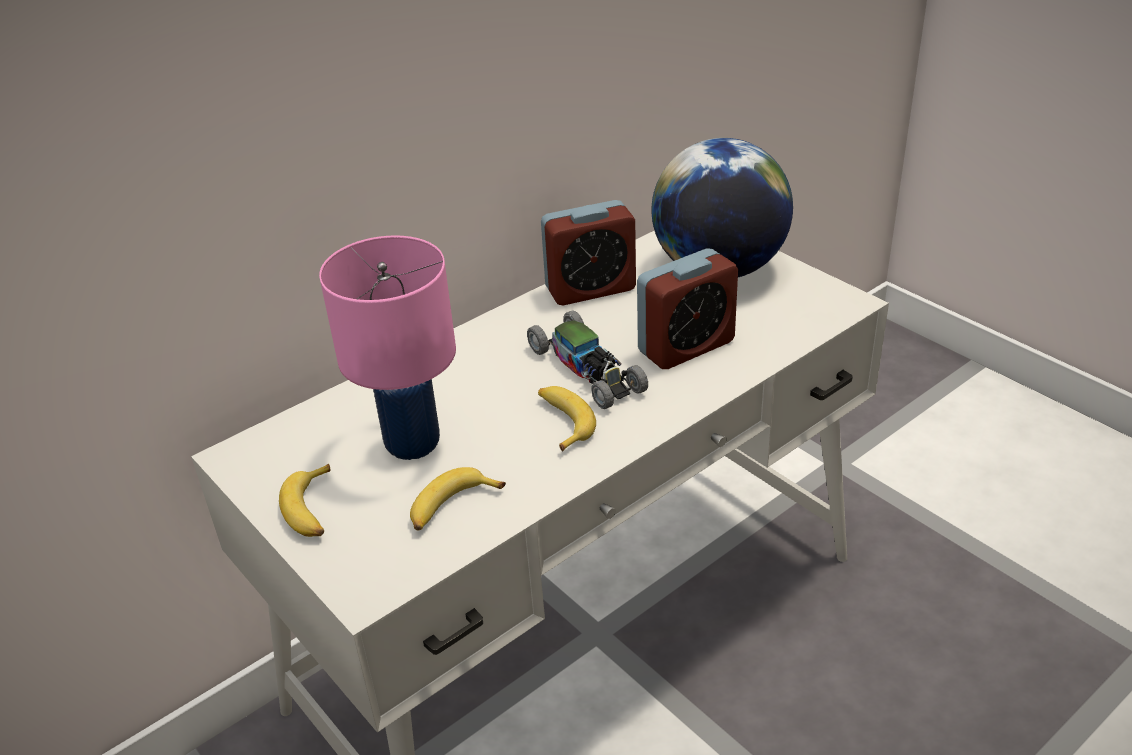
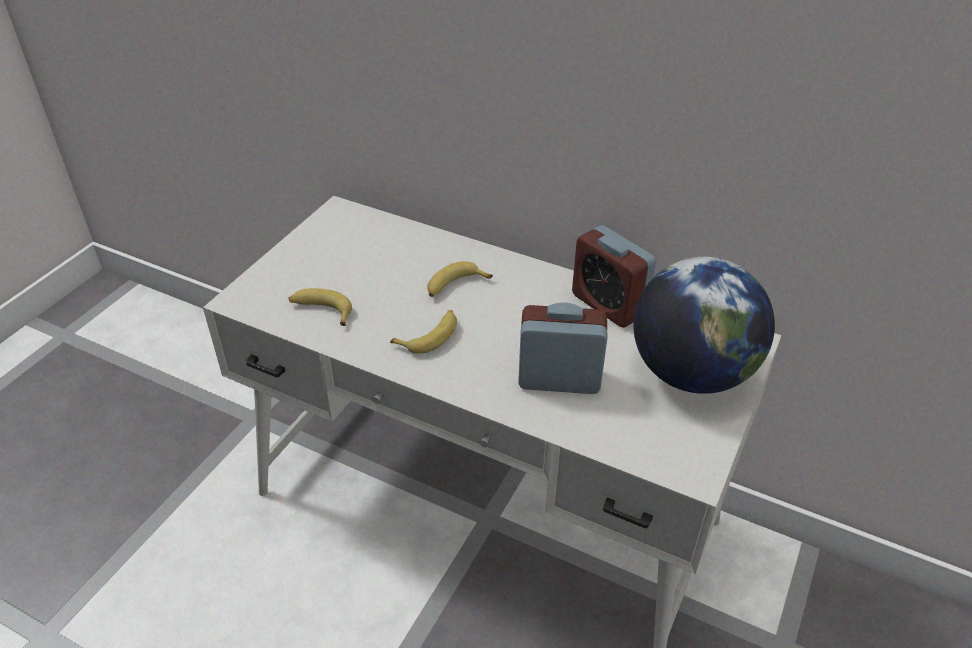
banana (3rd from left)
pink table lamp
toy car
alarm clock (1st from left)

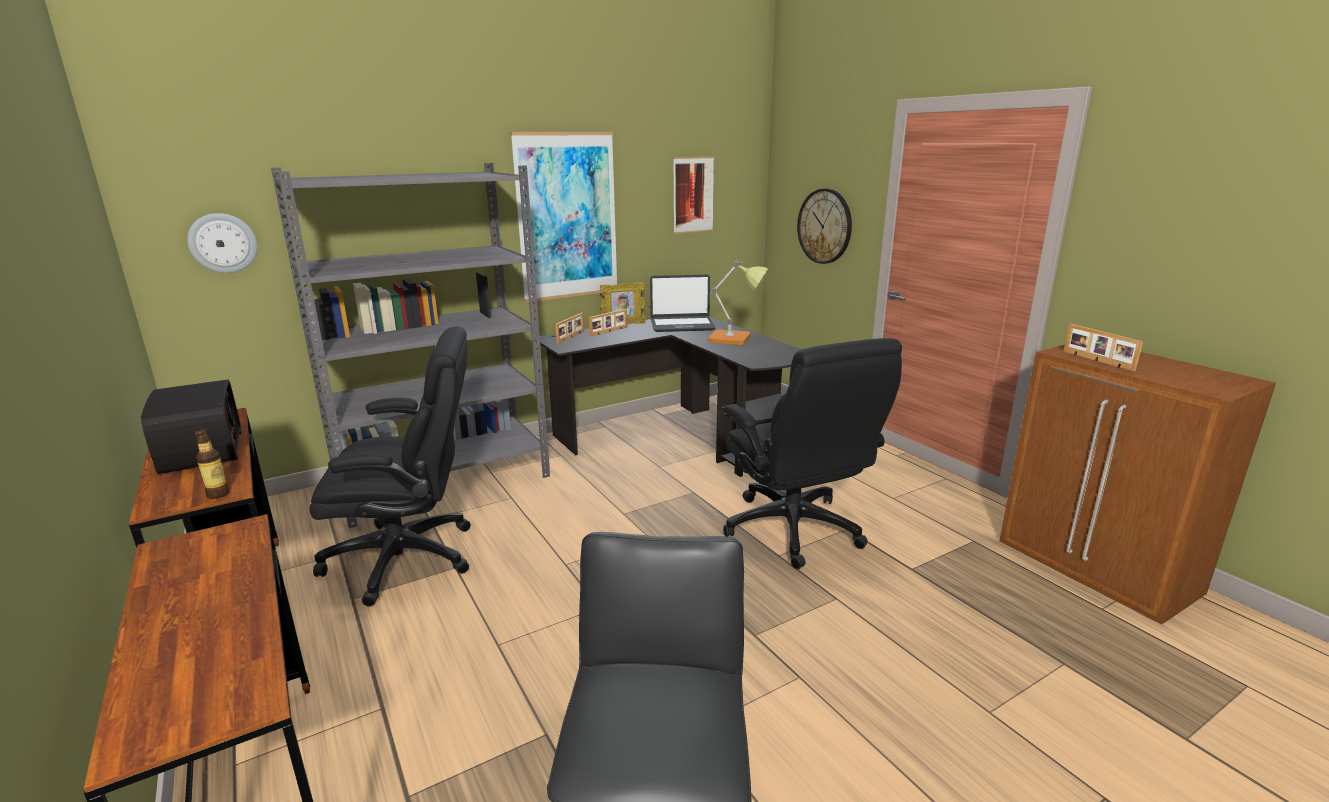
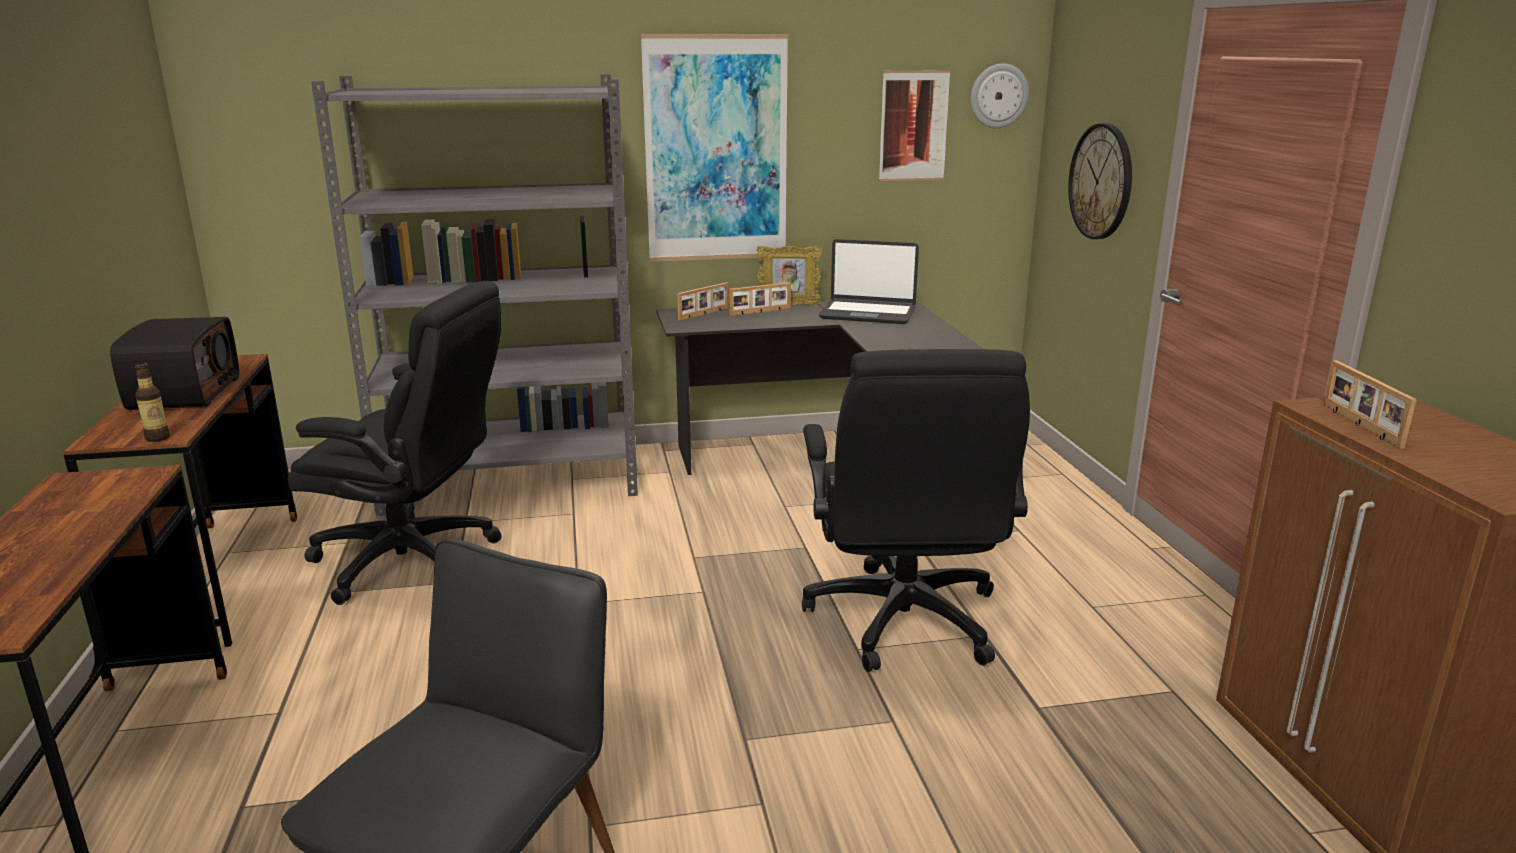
wall clock (1st from left)
table lamp

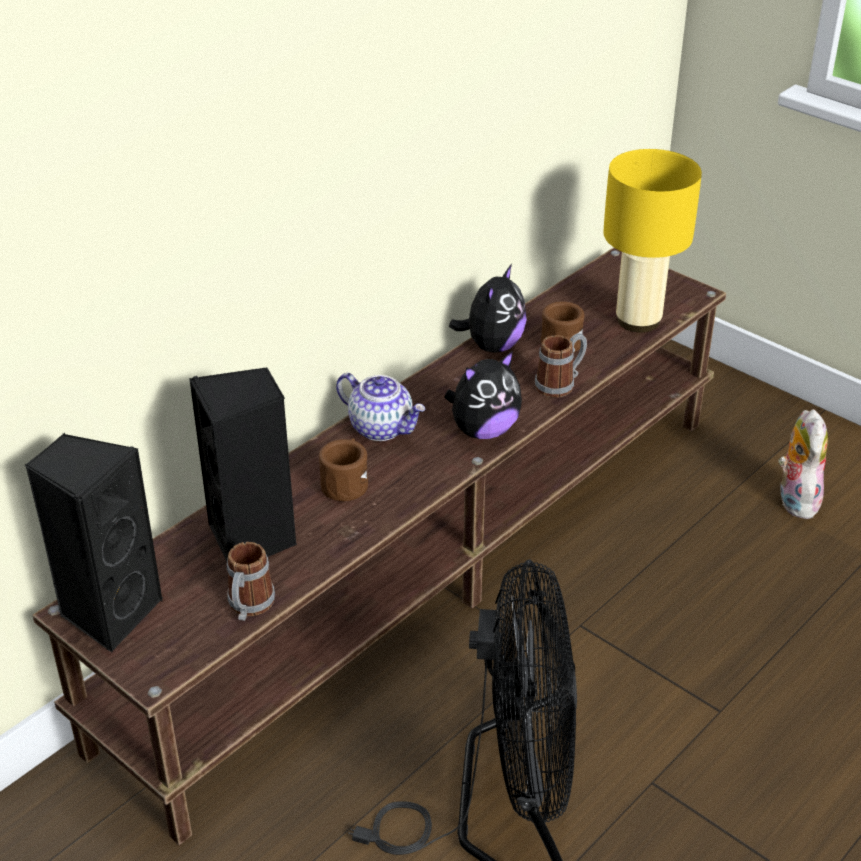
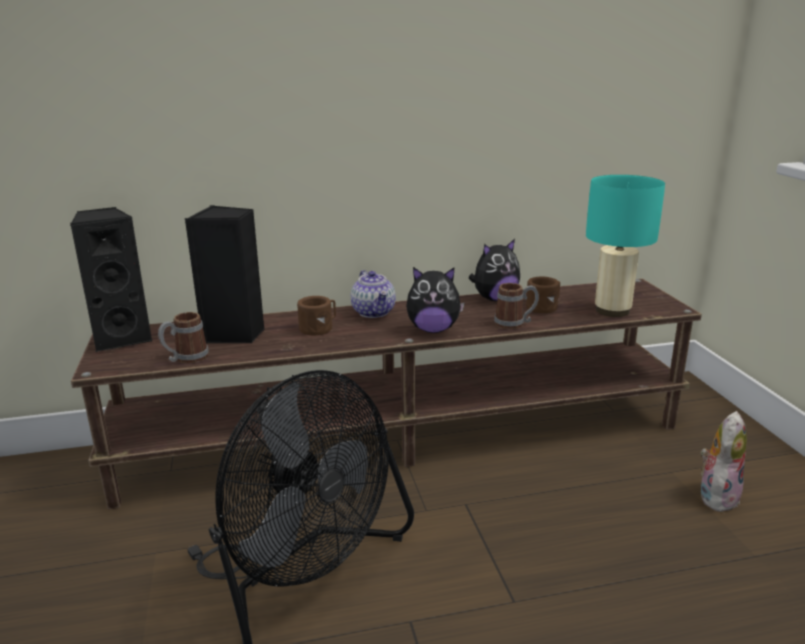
turquoise table lamp

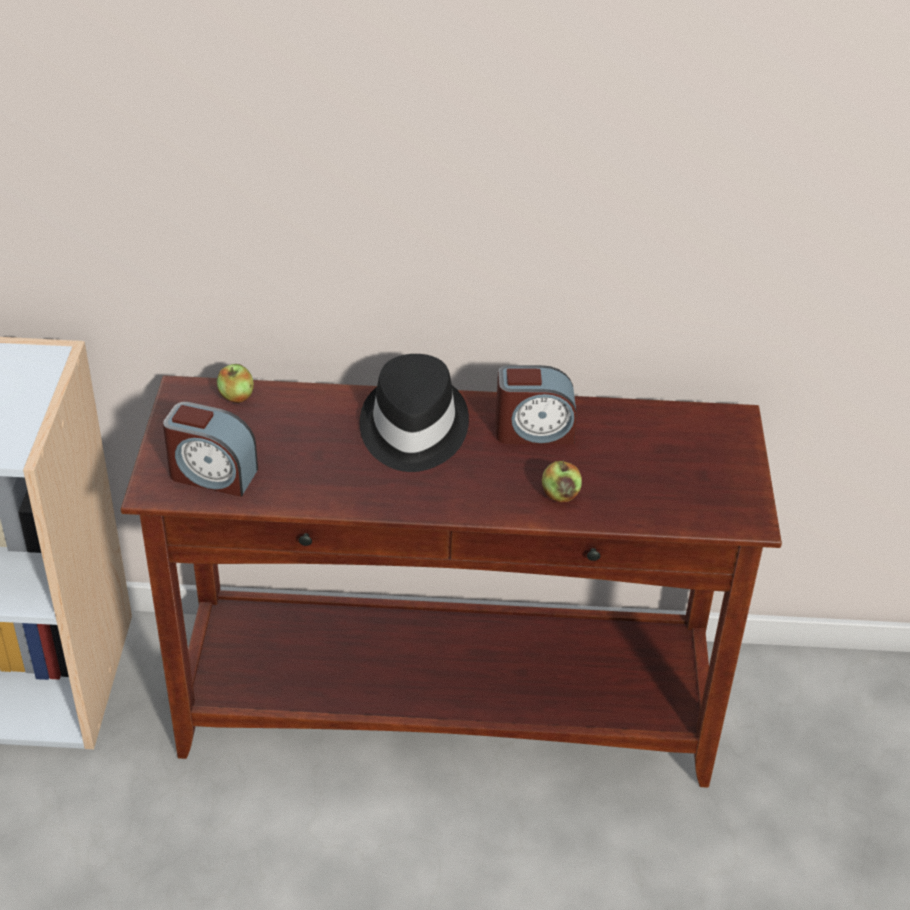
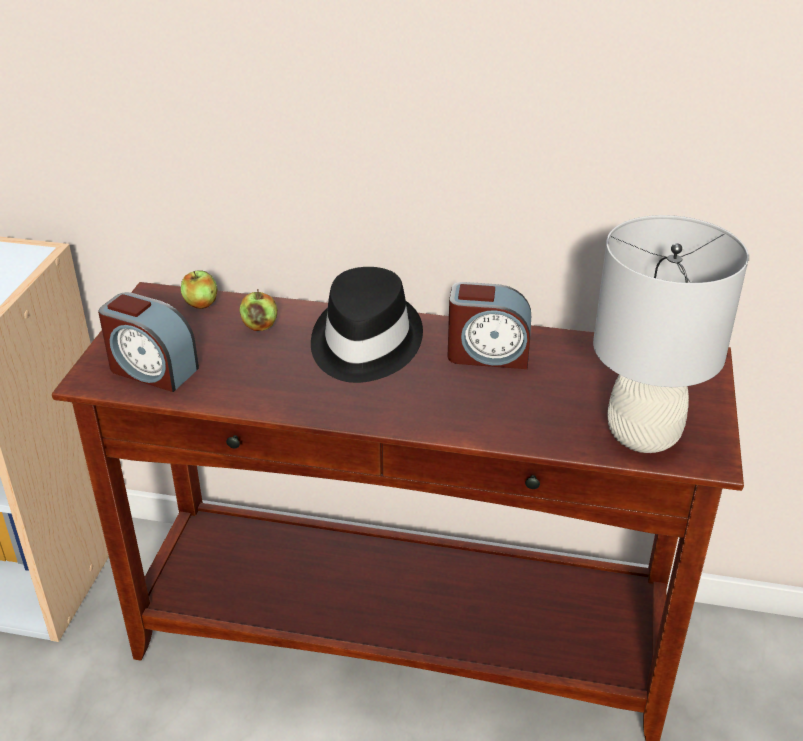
apple (2nd from left)
grey table lamp

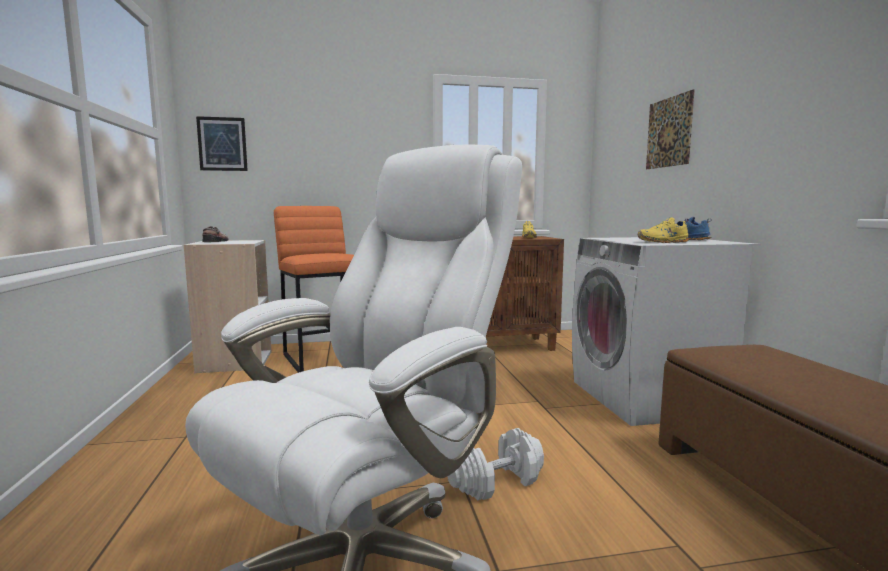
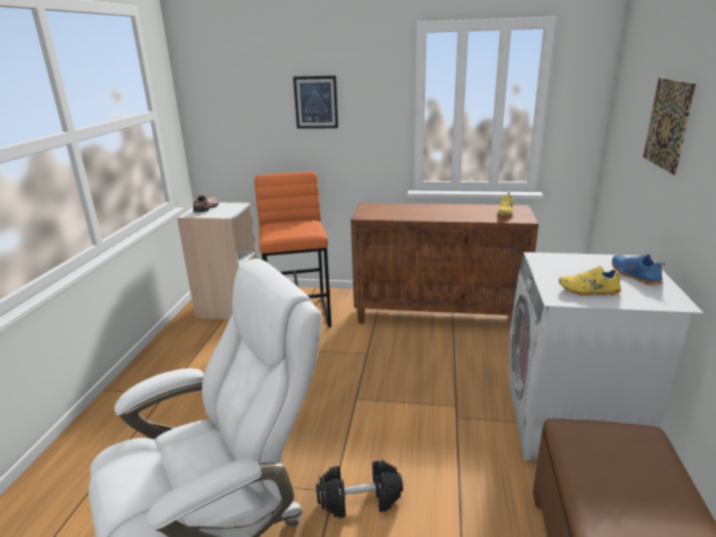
picture (1st from left)
black dumbbell

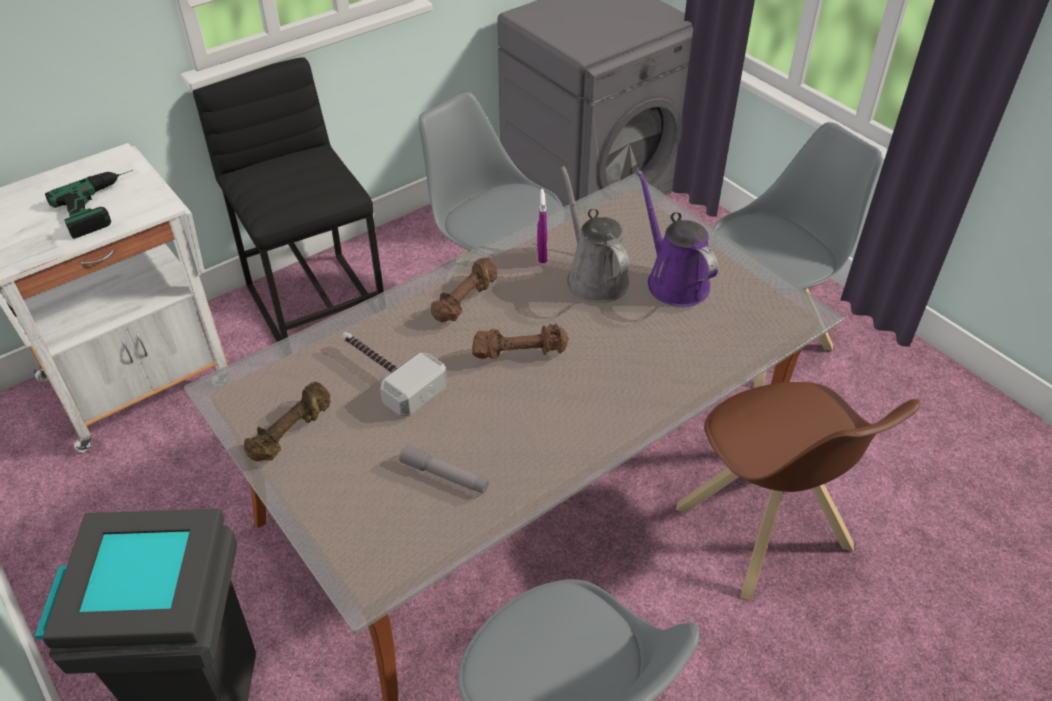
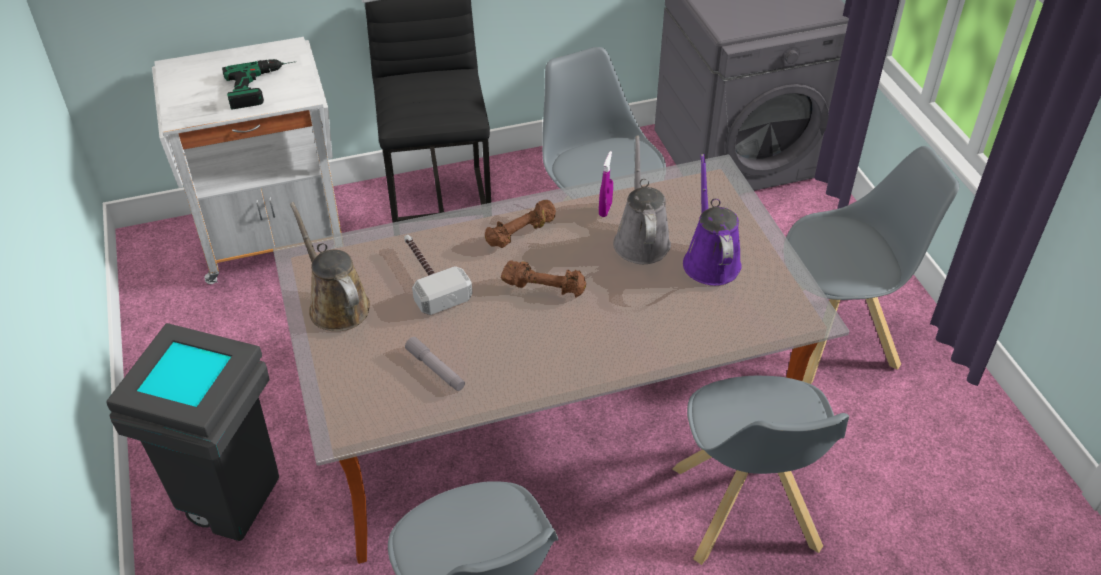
brown watering can
grey chair (3rd from left)

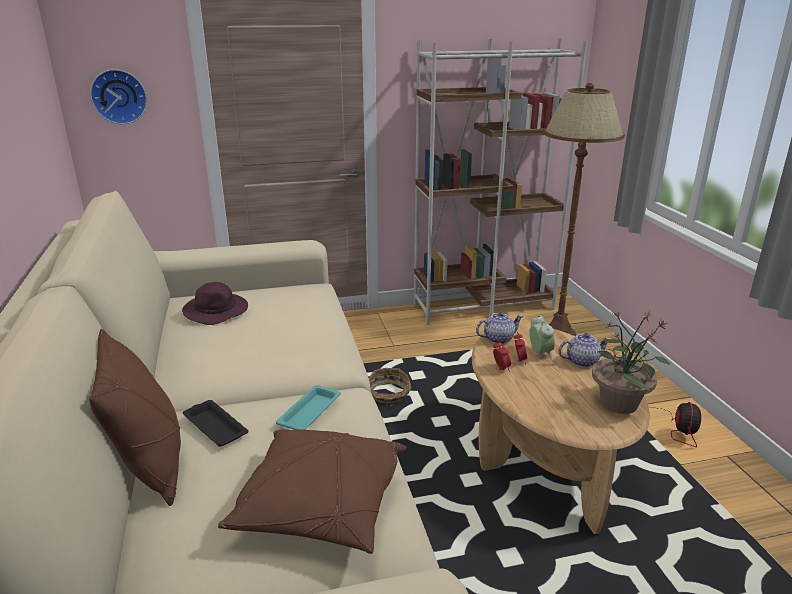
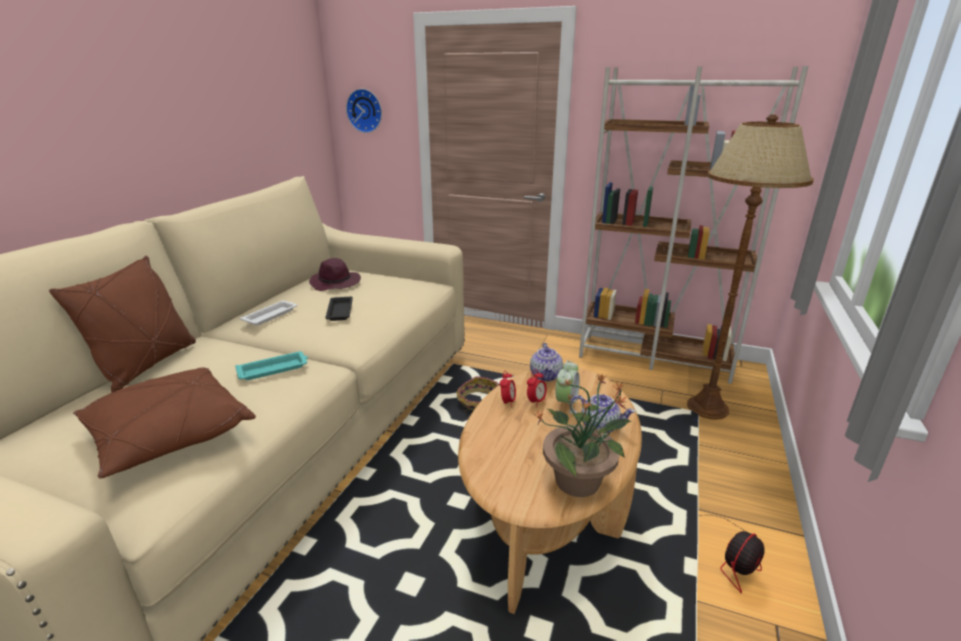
black tray
teapot (1st from left)
white tray

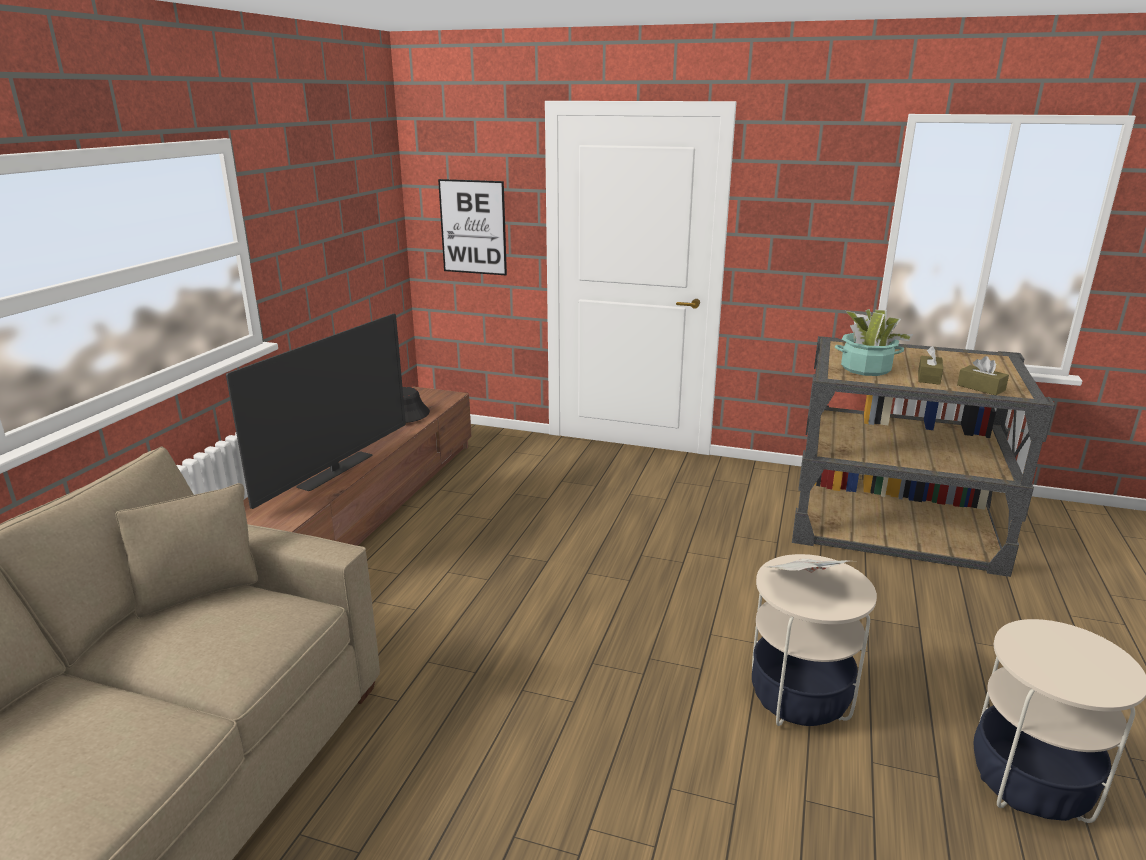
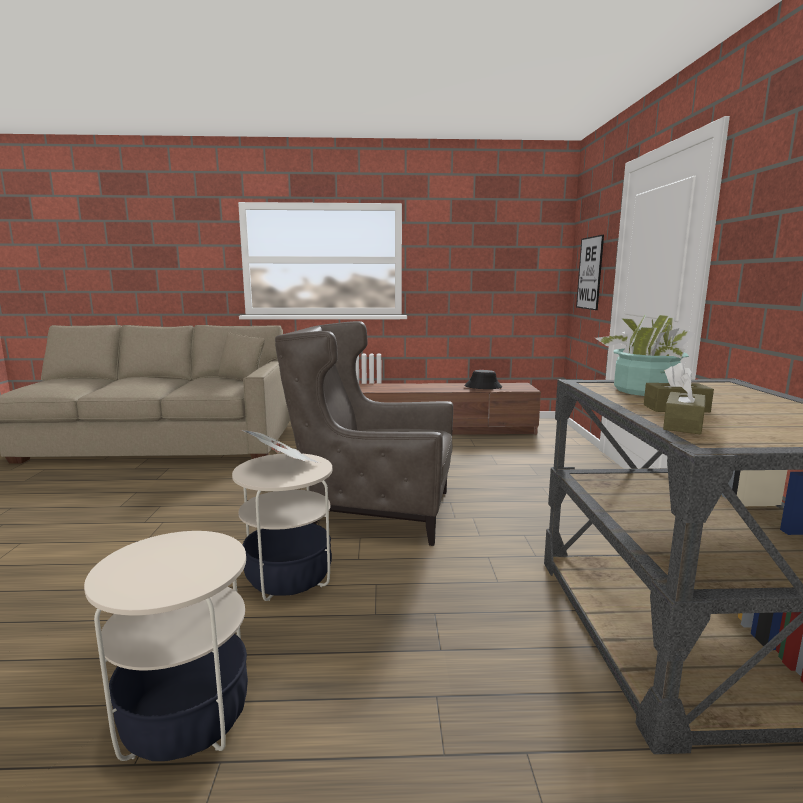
television
grey armchair

